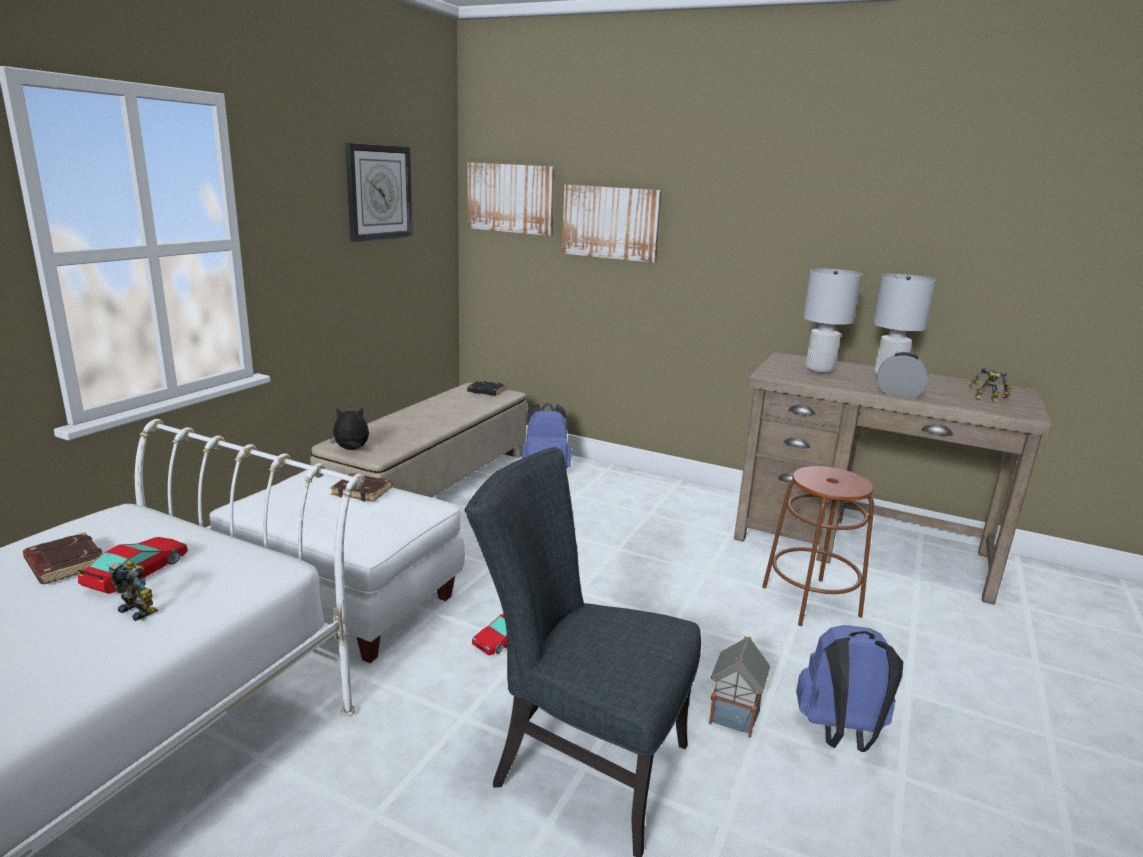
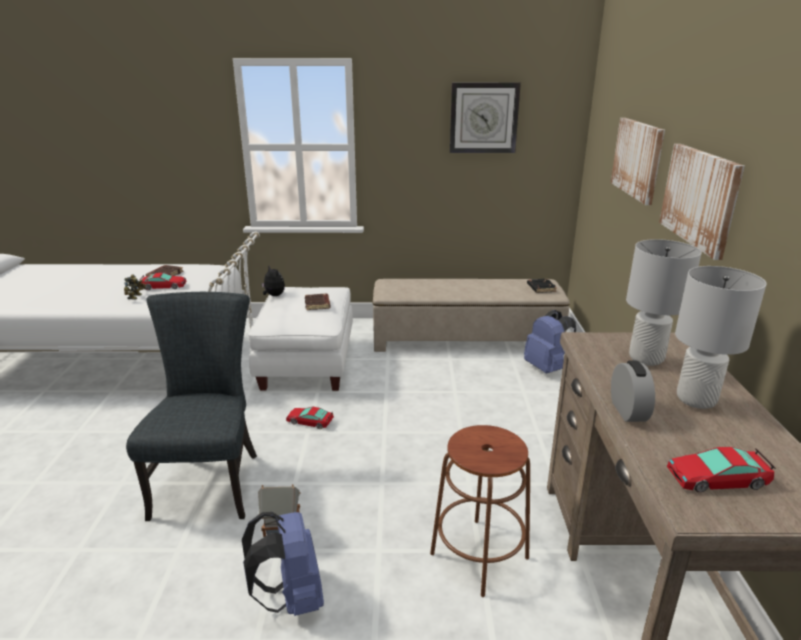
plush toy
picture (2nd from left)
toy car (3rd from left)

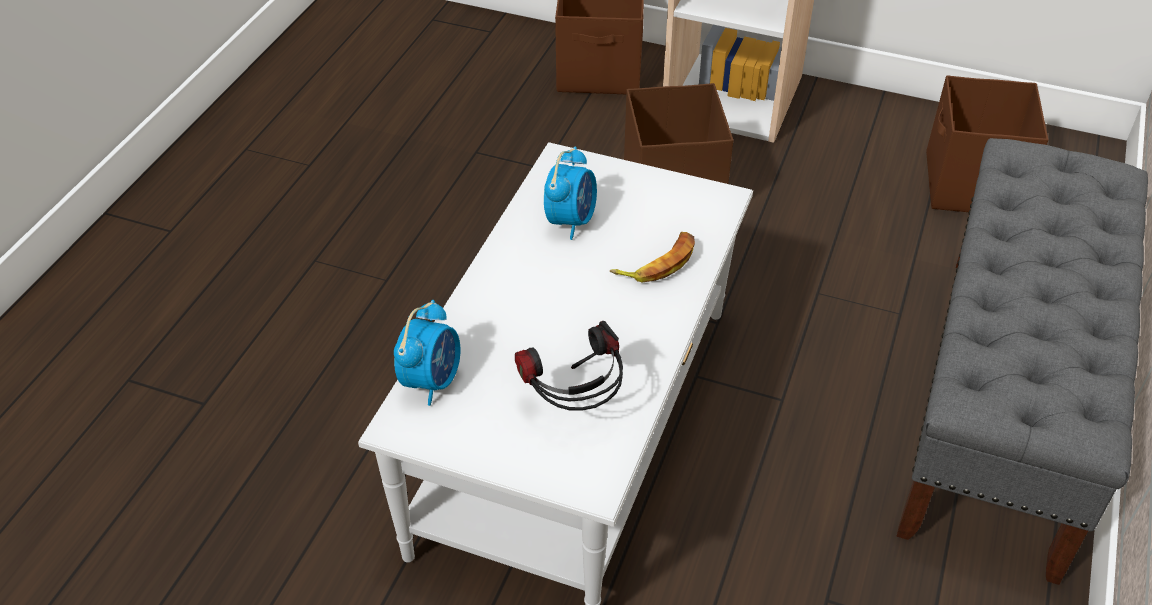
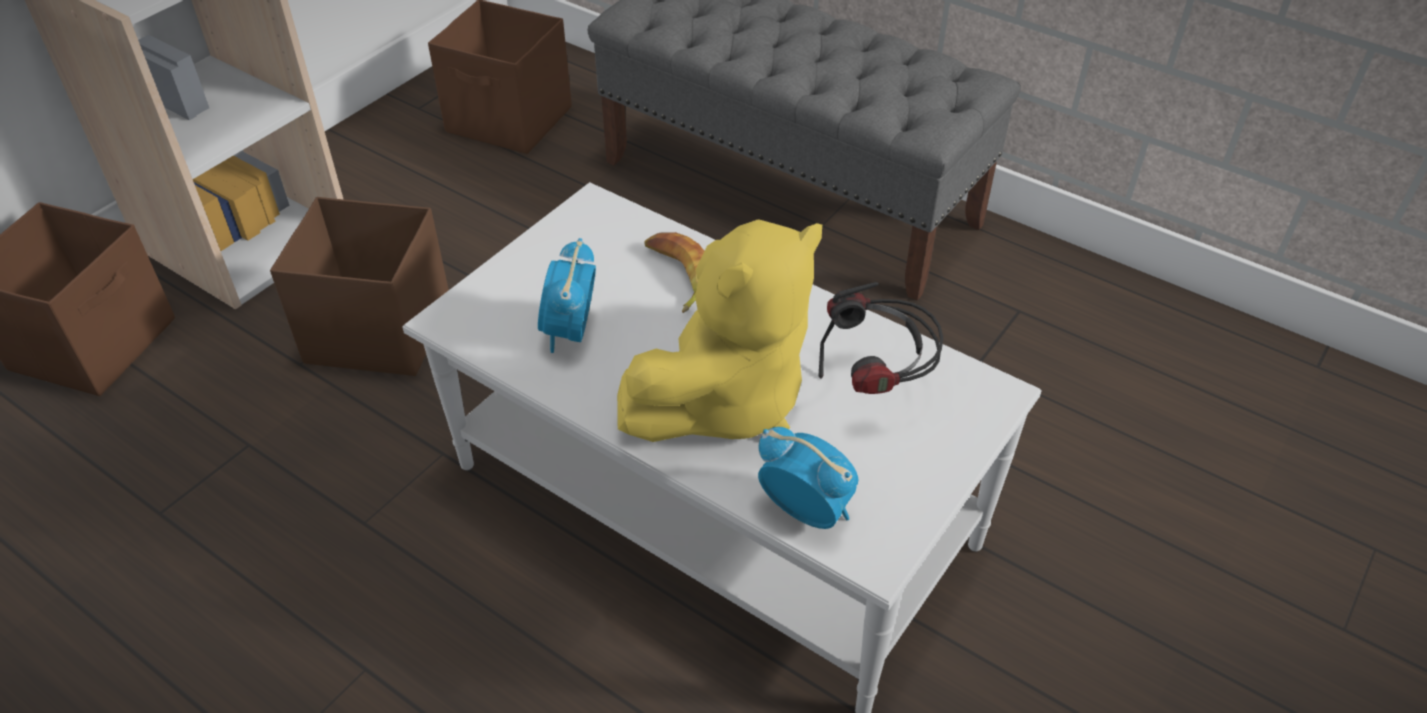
alarm clock (1st from left)
yellow plush toy

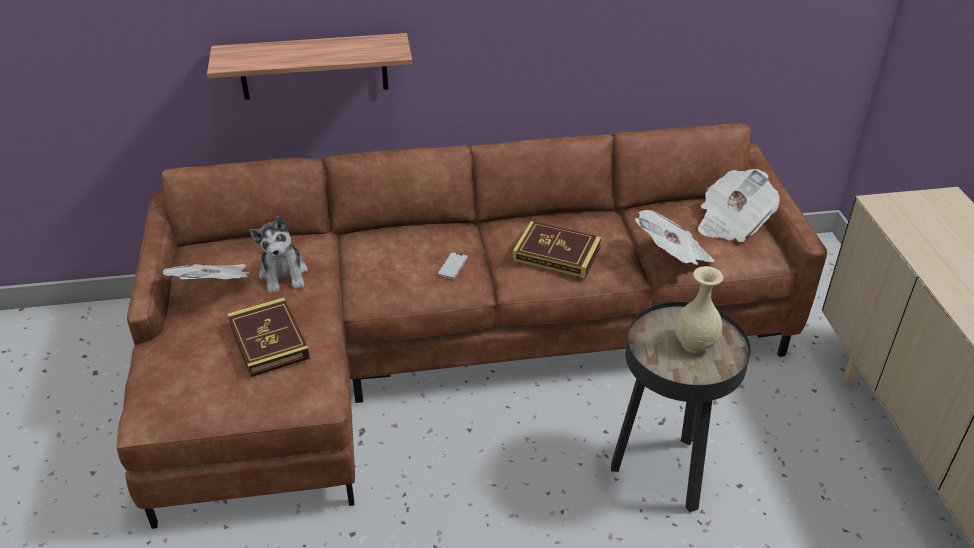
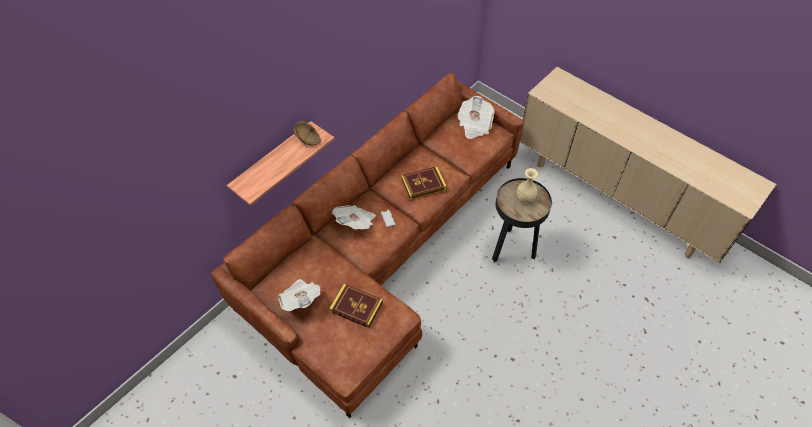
plush toy
newspaper (2nd from left)
brown bowl

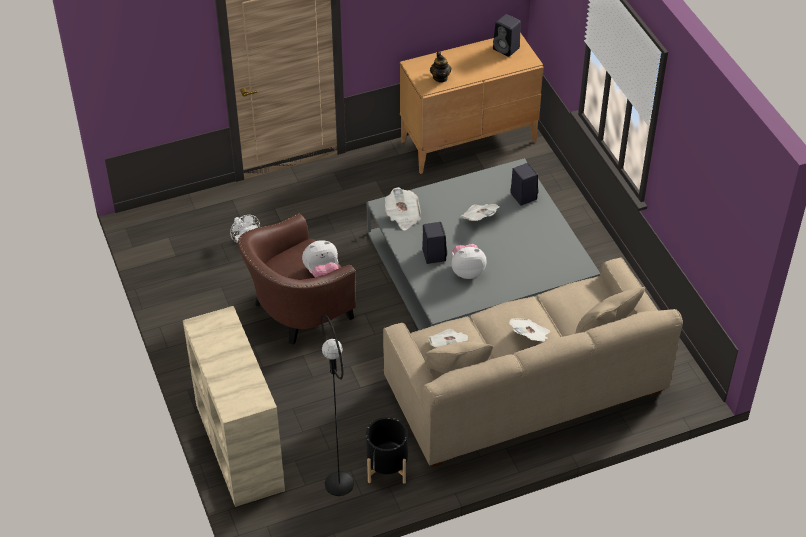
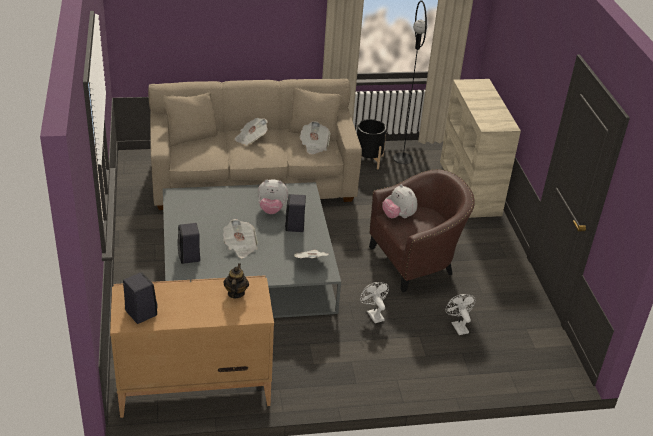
plush toy (2nd from left)
white fan (1st from left)

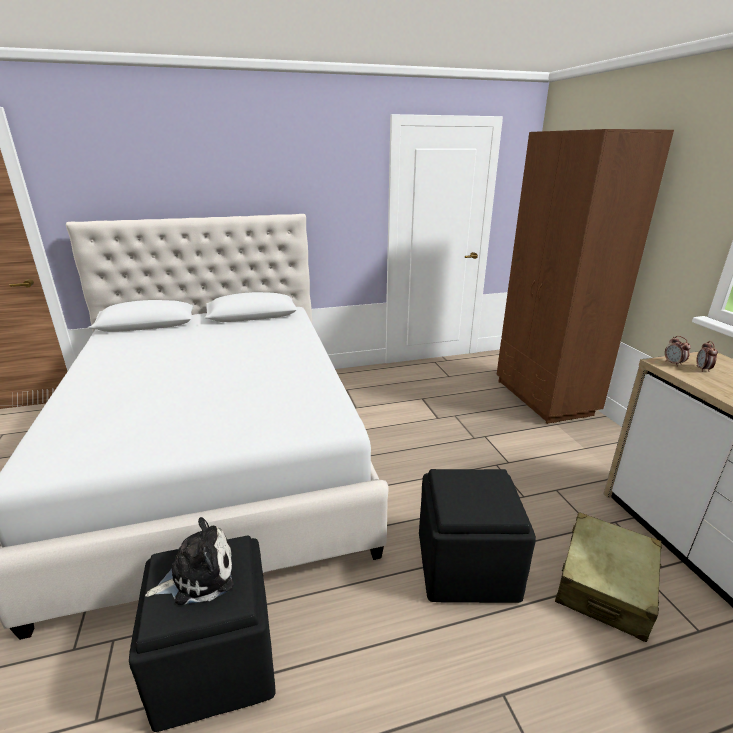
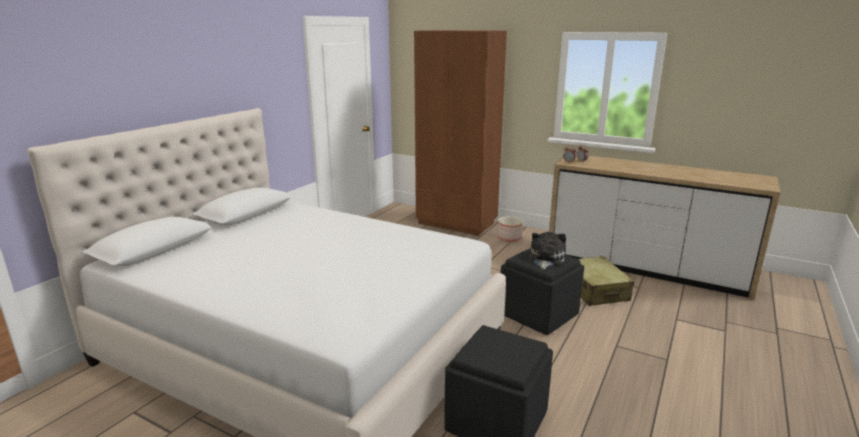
plush toy
planter

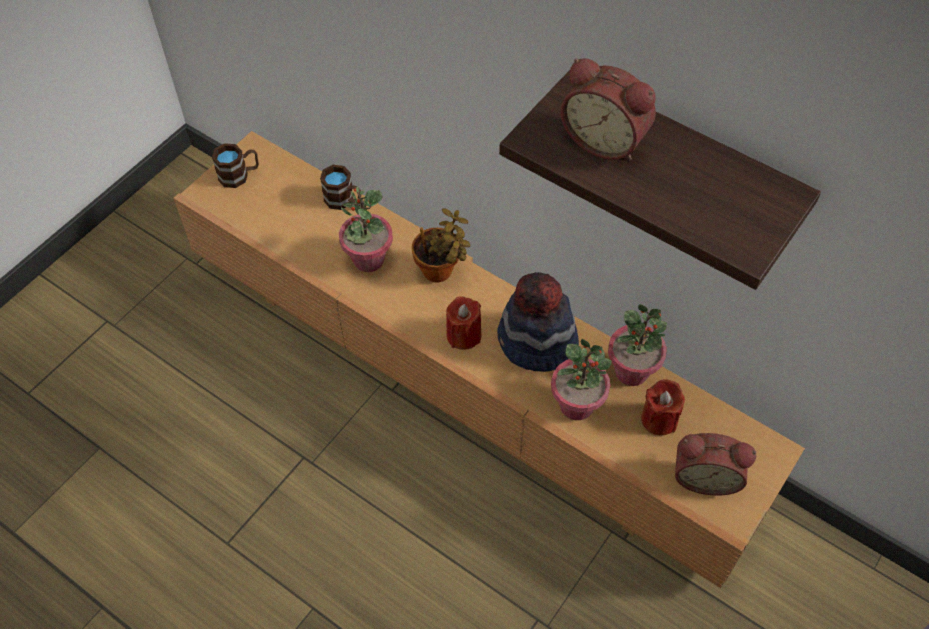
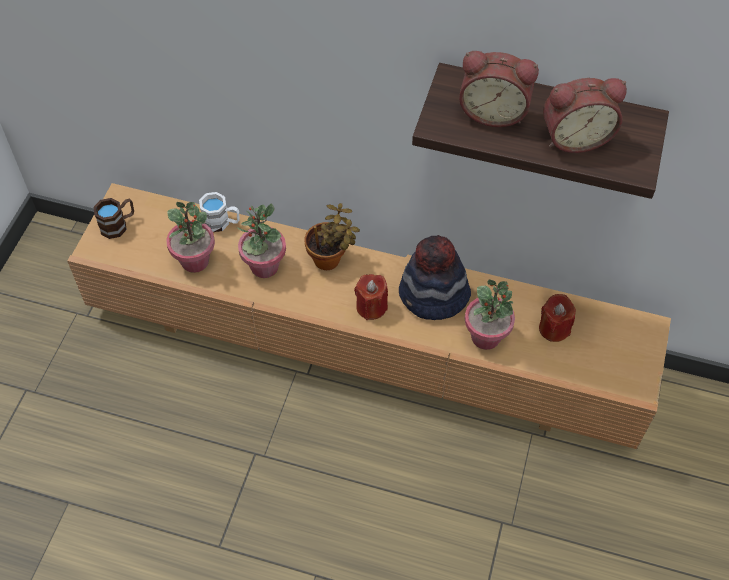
white mug
potted plant (1st from left)
alarm clock (2nd from left)

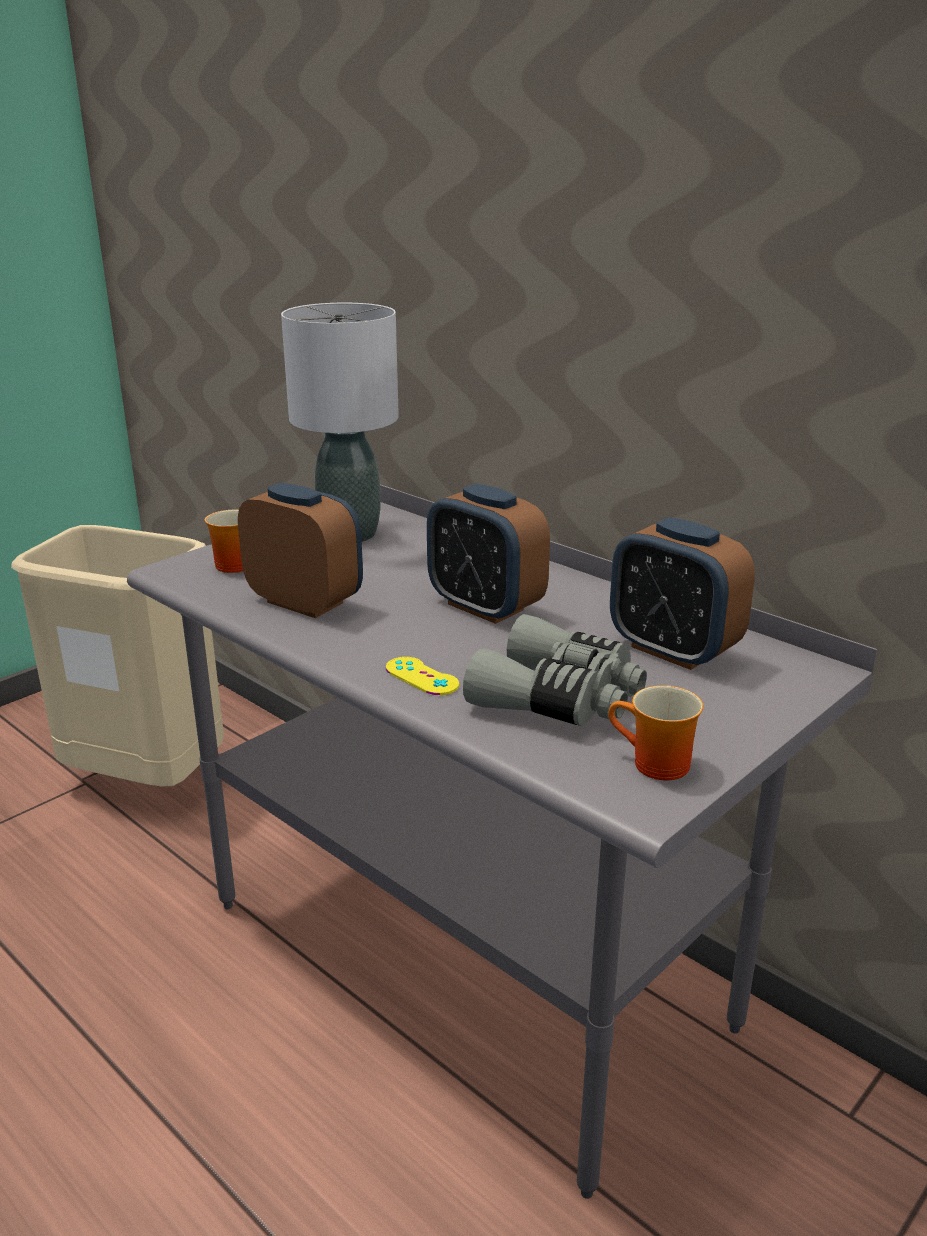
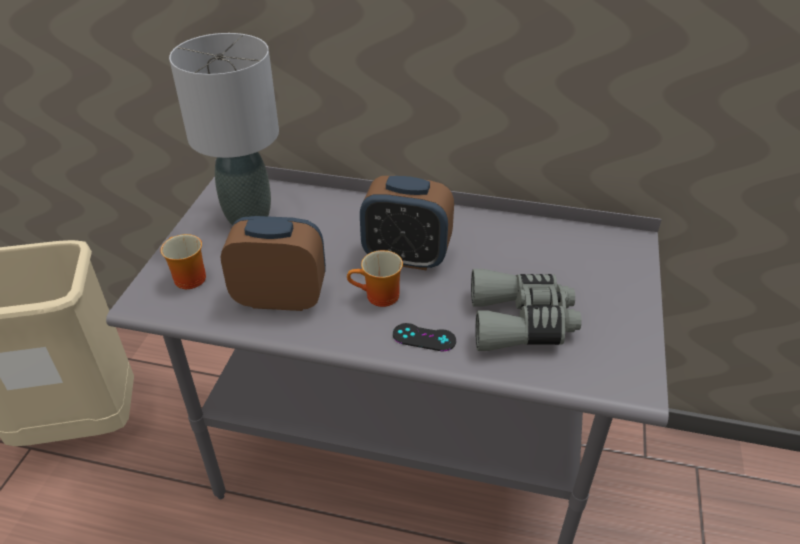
black game controller
mug (2nd from left)
alarm clock (3rd from left in the first image)

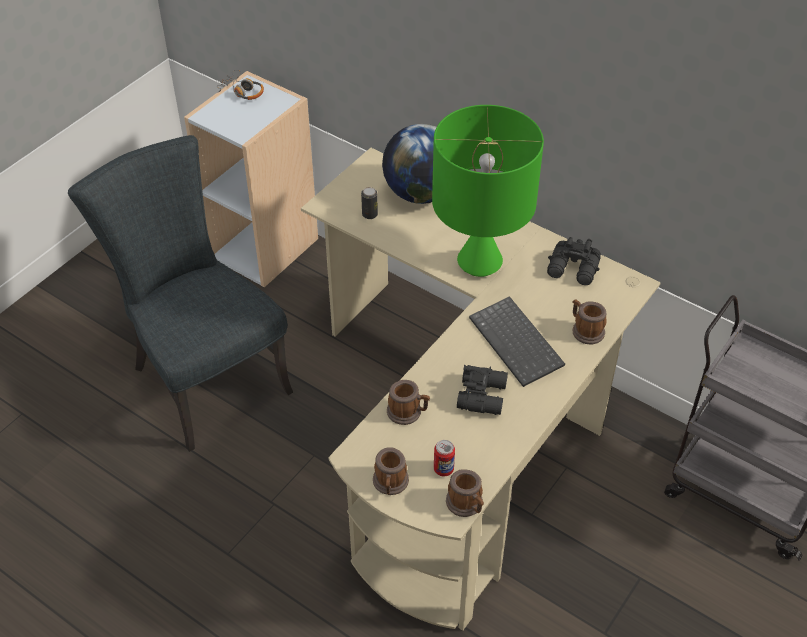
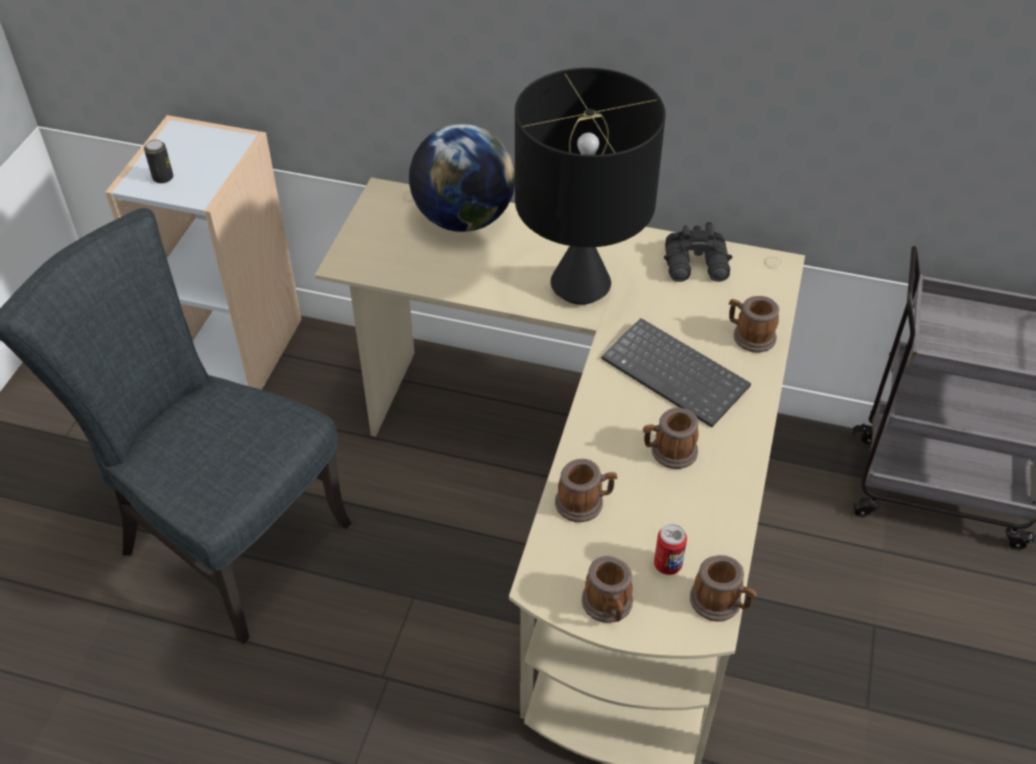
headphones
can (1st from left)
black table lamp
mug (3rd from left)

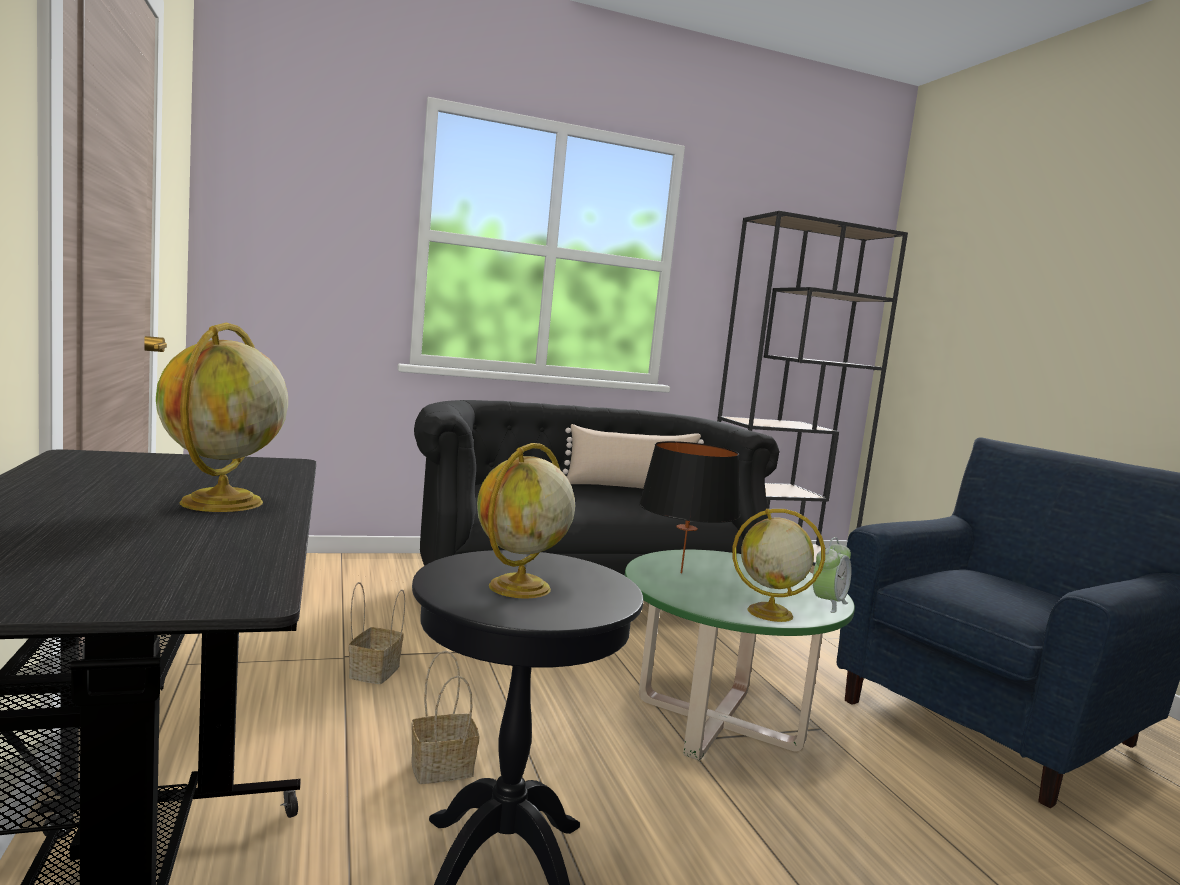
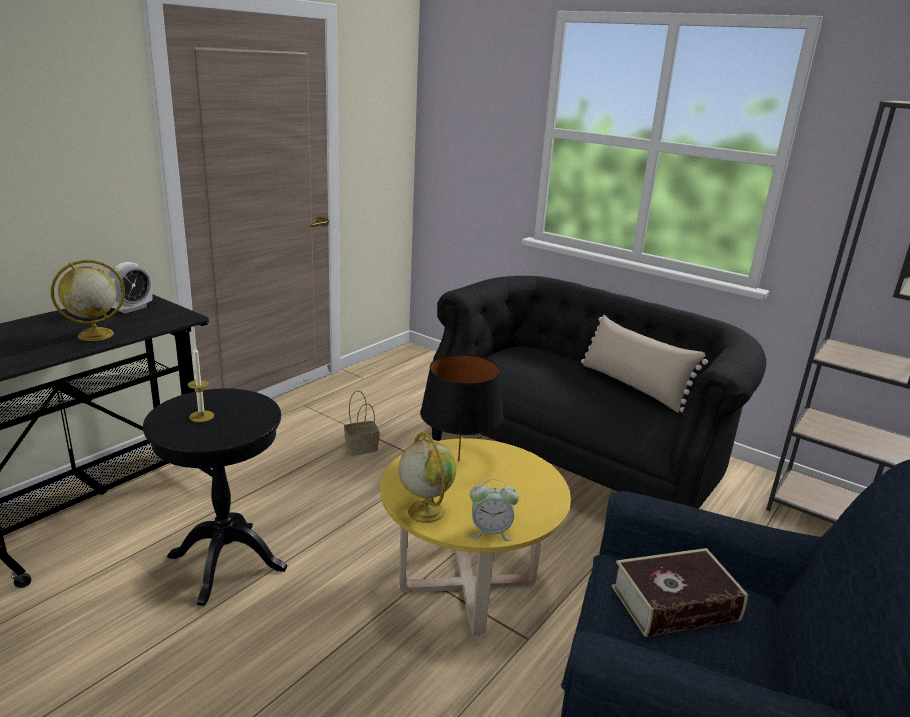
basket (2nd from left in the first image)
candle
yellow coffee table
alarm clock (1st from left)
book

